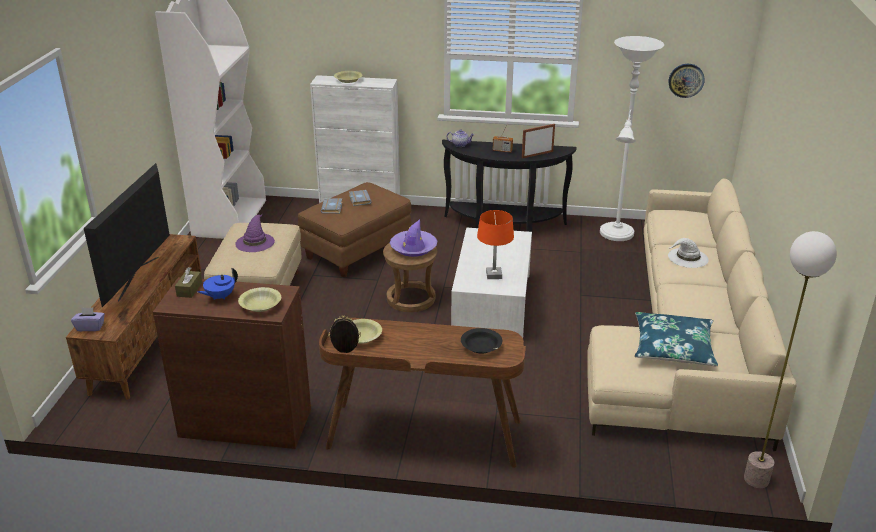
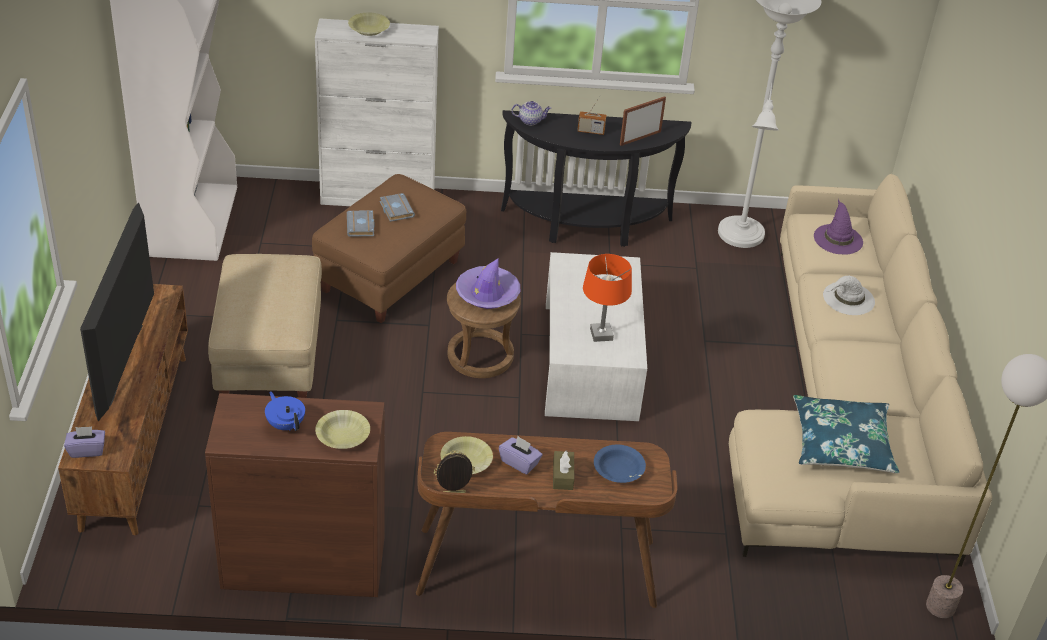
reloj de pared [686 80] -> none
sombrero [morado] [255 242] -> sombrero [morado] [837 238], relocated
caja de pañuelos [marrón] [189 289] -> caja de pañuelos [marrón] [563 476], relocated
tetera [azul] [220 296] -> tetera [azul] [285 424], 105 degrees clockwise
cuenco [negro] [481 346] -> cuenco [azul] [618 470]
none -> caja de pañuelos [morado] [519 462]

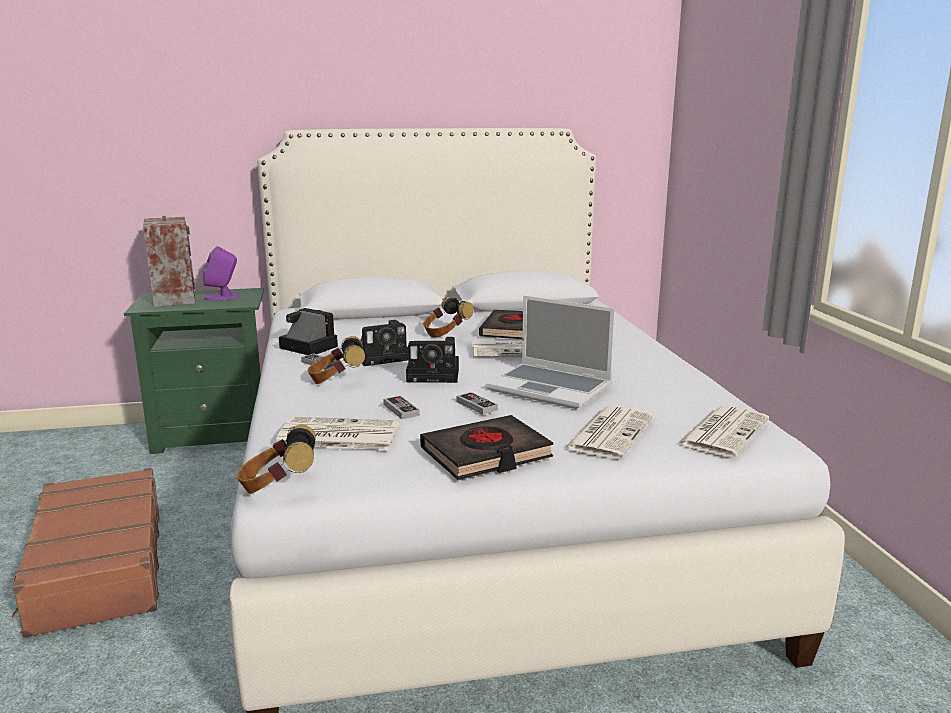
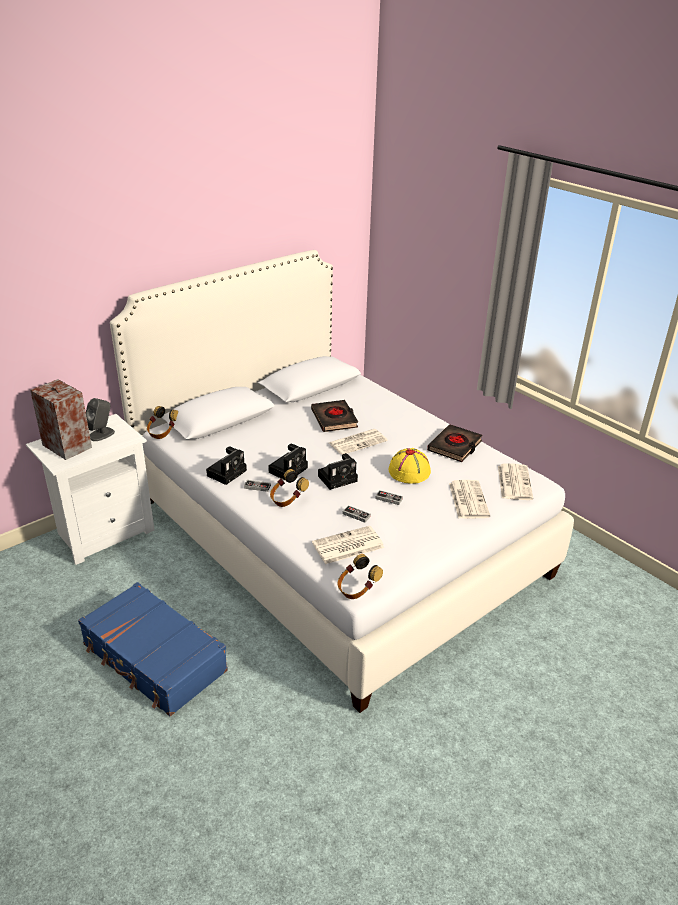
altavoz [morado] [222 297] -> altavoz [gris] [101 434]
mesita de noche [verde] [214 434] -> mesita de noche [blanco] [103 532]
portátil [551 388] -> sombrero [amarillo] [409 471]
auriculares [446 334] -> auriculares [162 433], relocated
cámara [306 347] -> cámara [227 472], 120 degrees clockwise
libro [negro] [486 454] -> libro [negro] [455 446], relocated
maleta [marrón] [97 567] -> maleta [azul] [154 659]

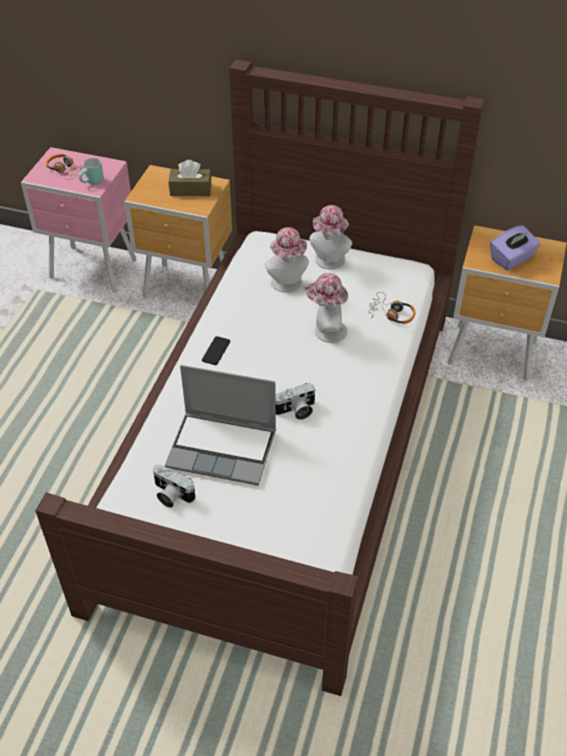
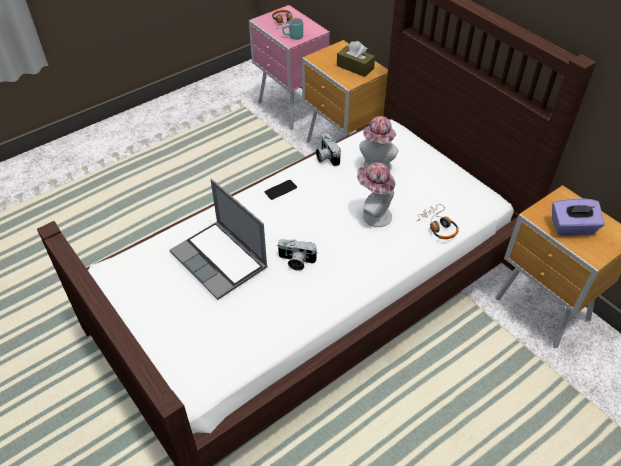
sombrero [329 262] -> none
cámara [171 495] -> cámara [326 157], relocated

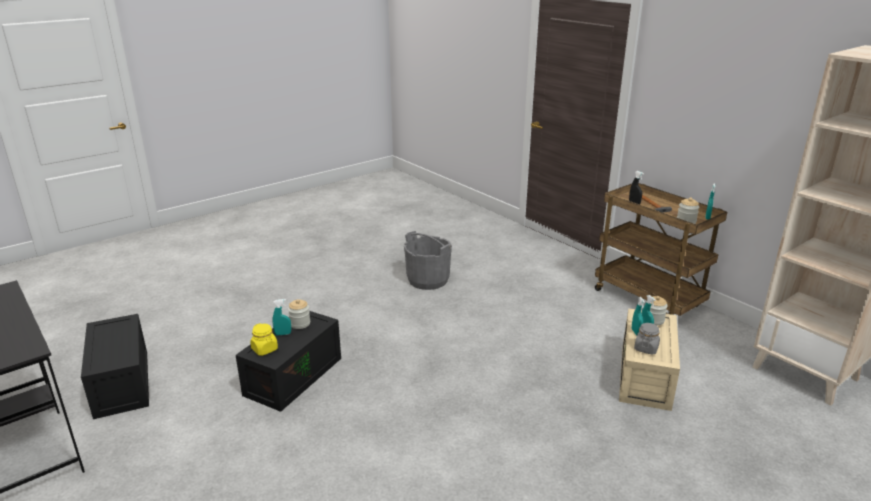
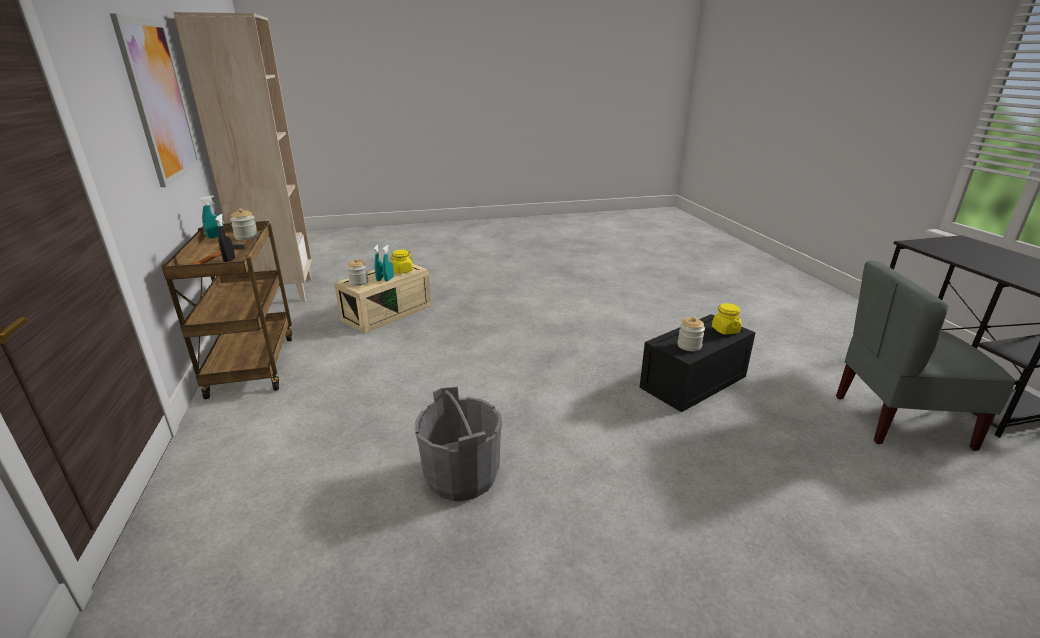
pulverizador [turquesa] [283 334] -> none
caja de almacenaje [negro] [123 383] -> silla [gris] [899 420]
tarro [gris] [646 348] -> tarro [amarillo] [402 271]
none -> cuadro [159 101]

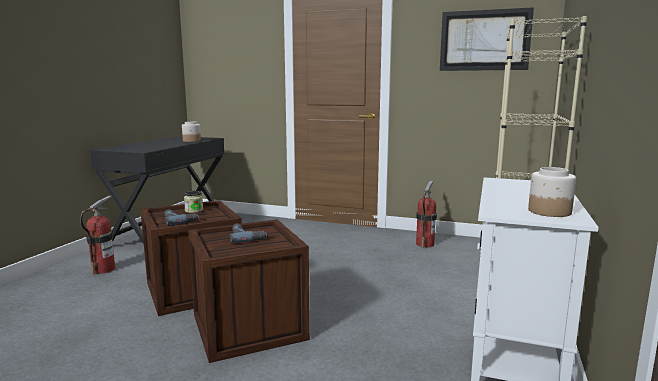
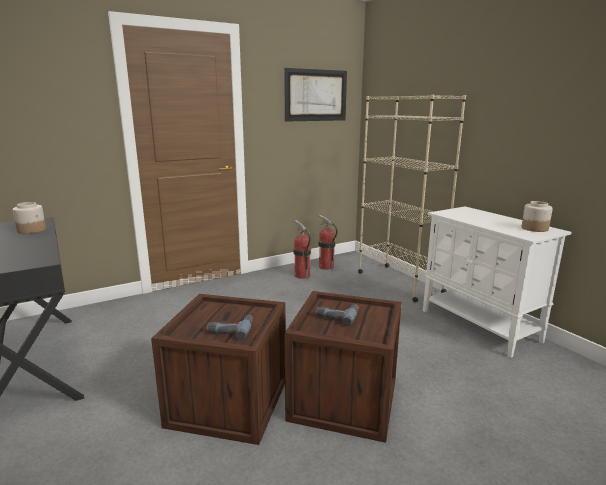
tarro [194 210] -> none
extintor [103 269] -> extintor [326 267], relocated

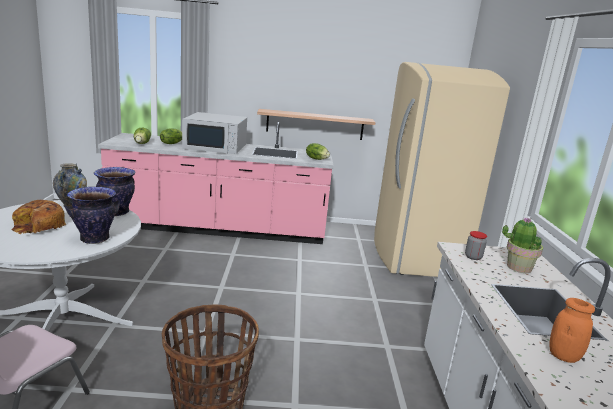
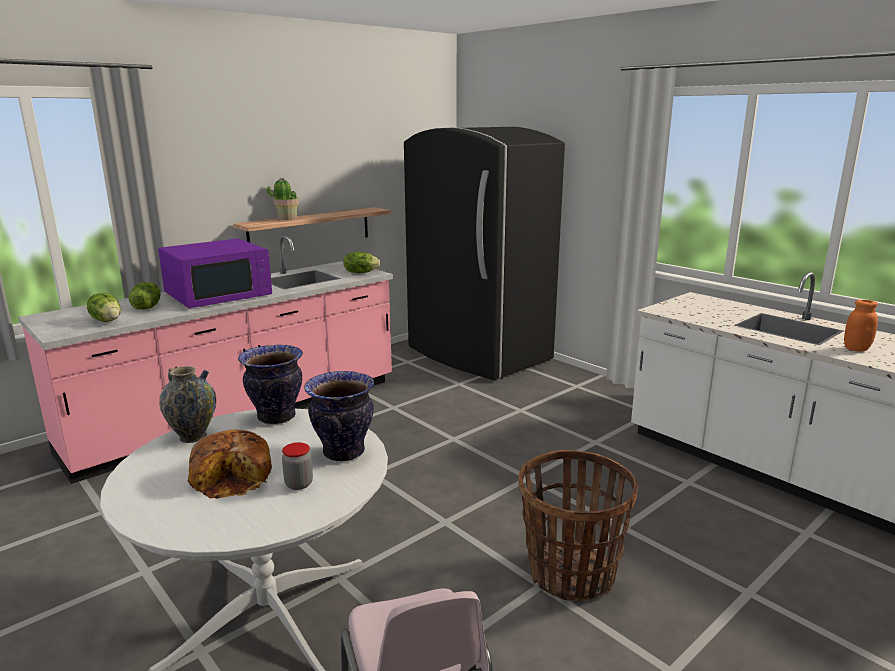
nevera [beis] [414 254] -> nevera [negro] [477 355]
microondas [blanco] [216 147] -> microondas [morado] [219 294]
planta en maceta [518 267] -> planta en maceta [287 218], relocated
tarro [473 257] -> tarro [299 484], relocated

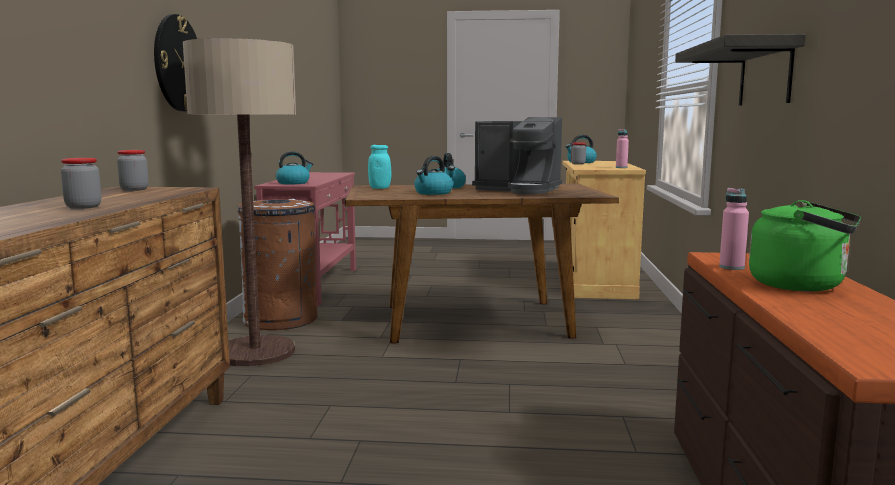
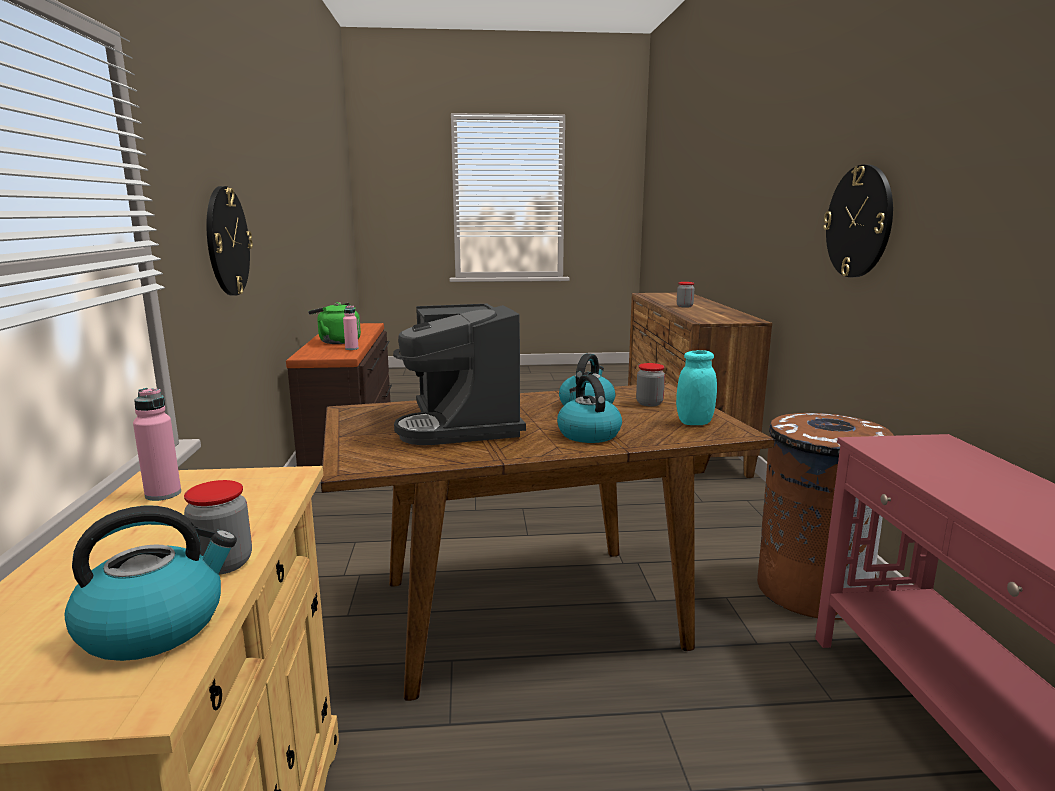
estante [765 74] -> reloj de pared [227 241]
lámpara de pie [255 352] -> none
cafetera [518 190] -> cafetera [462 425], 120 degrees counterclockwise
tarro [134 189] -> tarro [649 403], relocated
hervidor [293 183] -> none

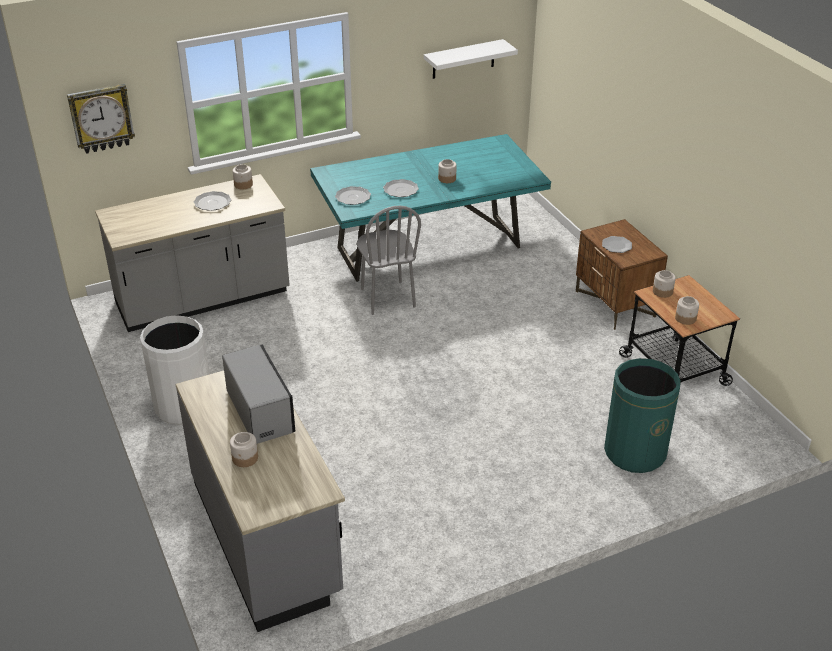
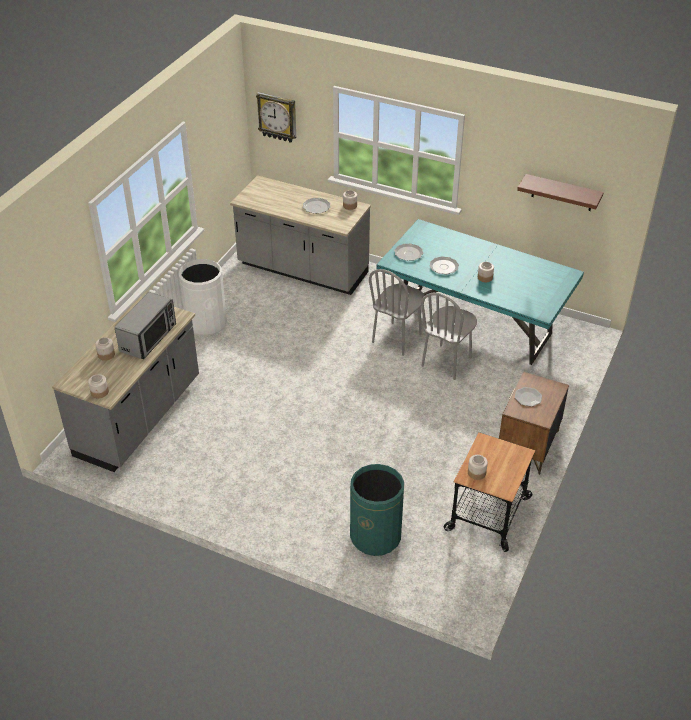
estante [blanco] [463 59] -> estante [marrón] [562 193]
tarro [663 291] -> tarro [100 392], relocated
none -> silla [gris] [447 362]

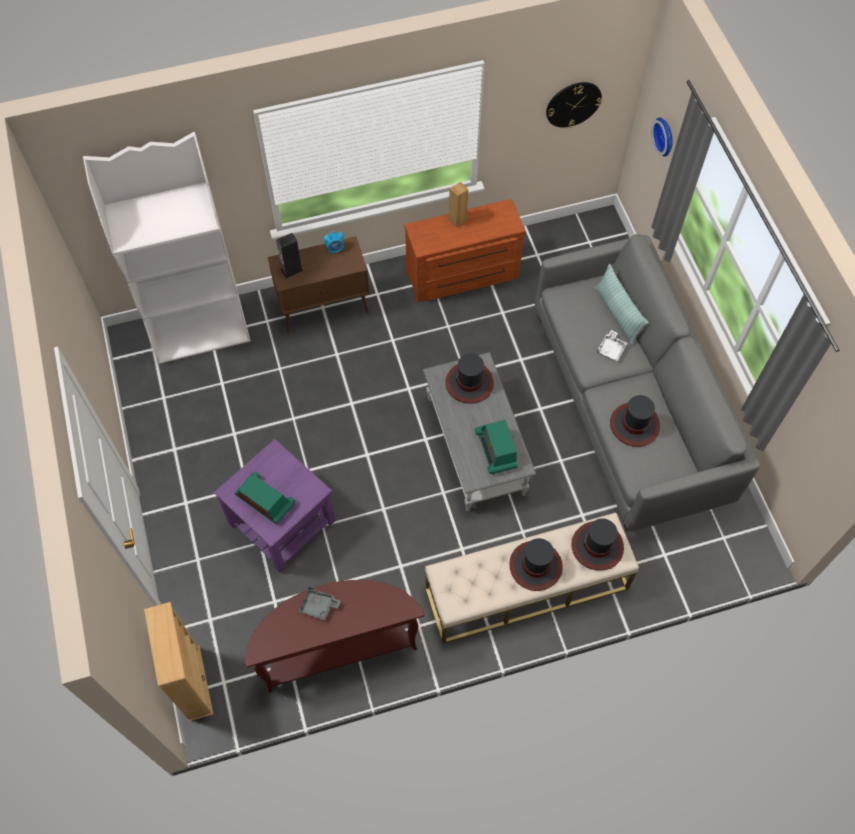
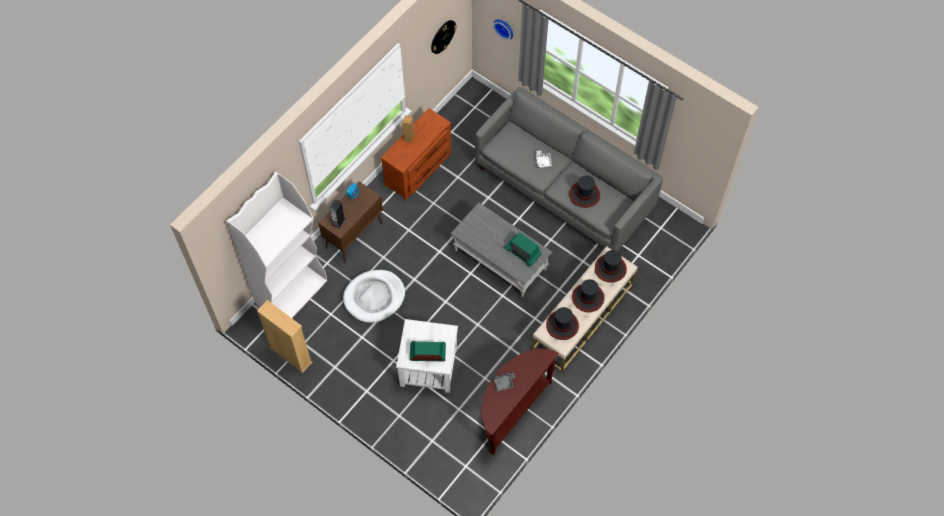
cojín [617 314] -> none
sombrero [469 383] -> sombrero [562 325], relocated
mesa auxiliar [morado] [282 522] -> mesa auxiliar [blanco] [428 366]
estantería [beis] [194 683] -> estantería [beis] [291 355], relocated
none -> cama para perro [blanco] [374 297]

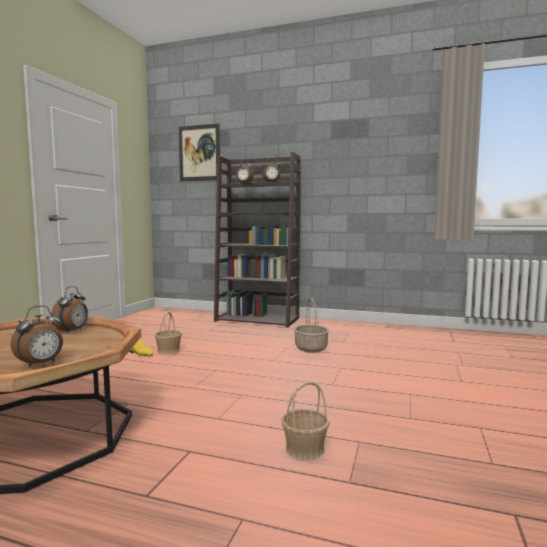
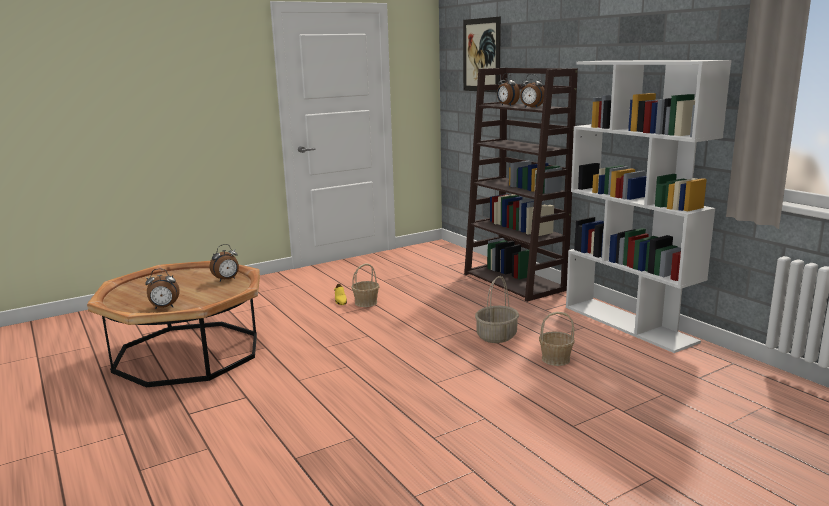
cesta [304 449] -> cesta [555 359], relocated
none -> estantería [blanco] [629 324]

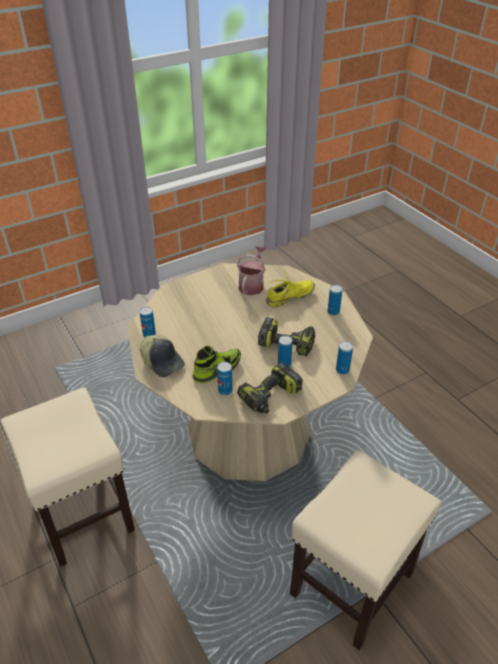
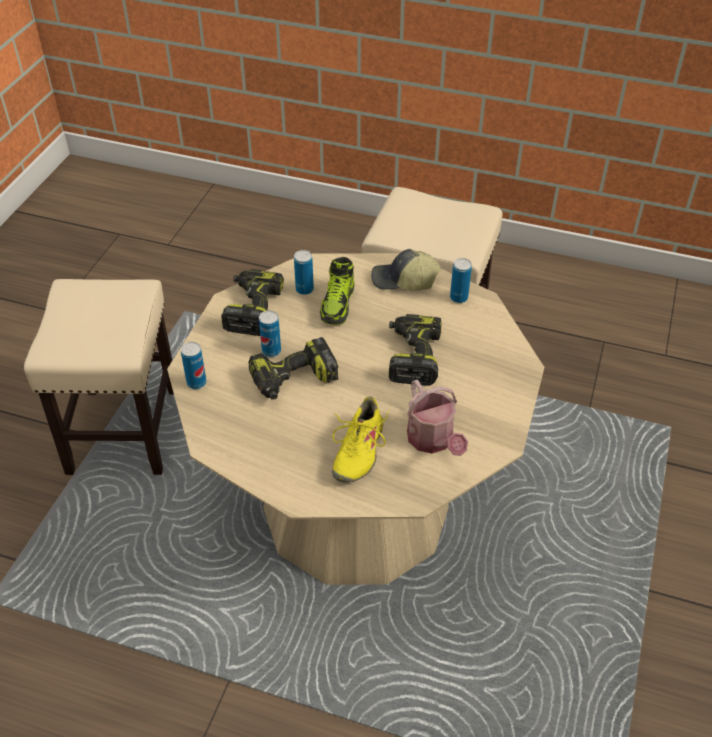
lata [333 312] -> none
none -> taladro [412 356]

